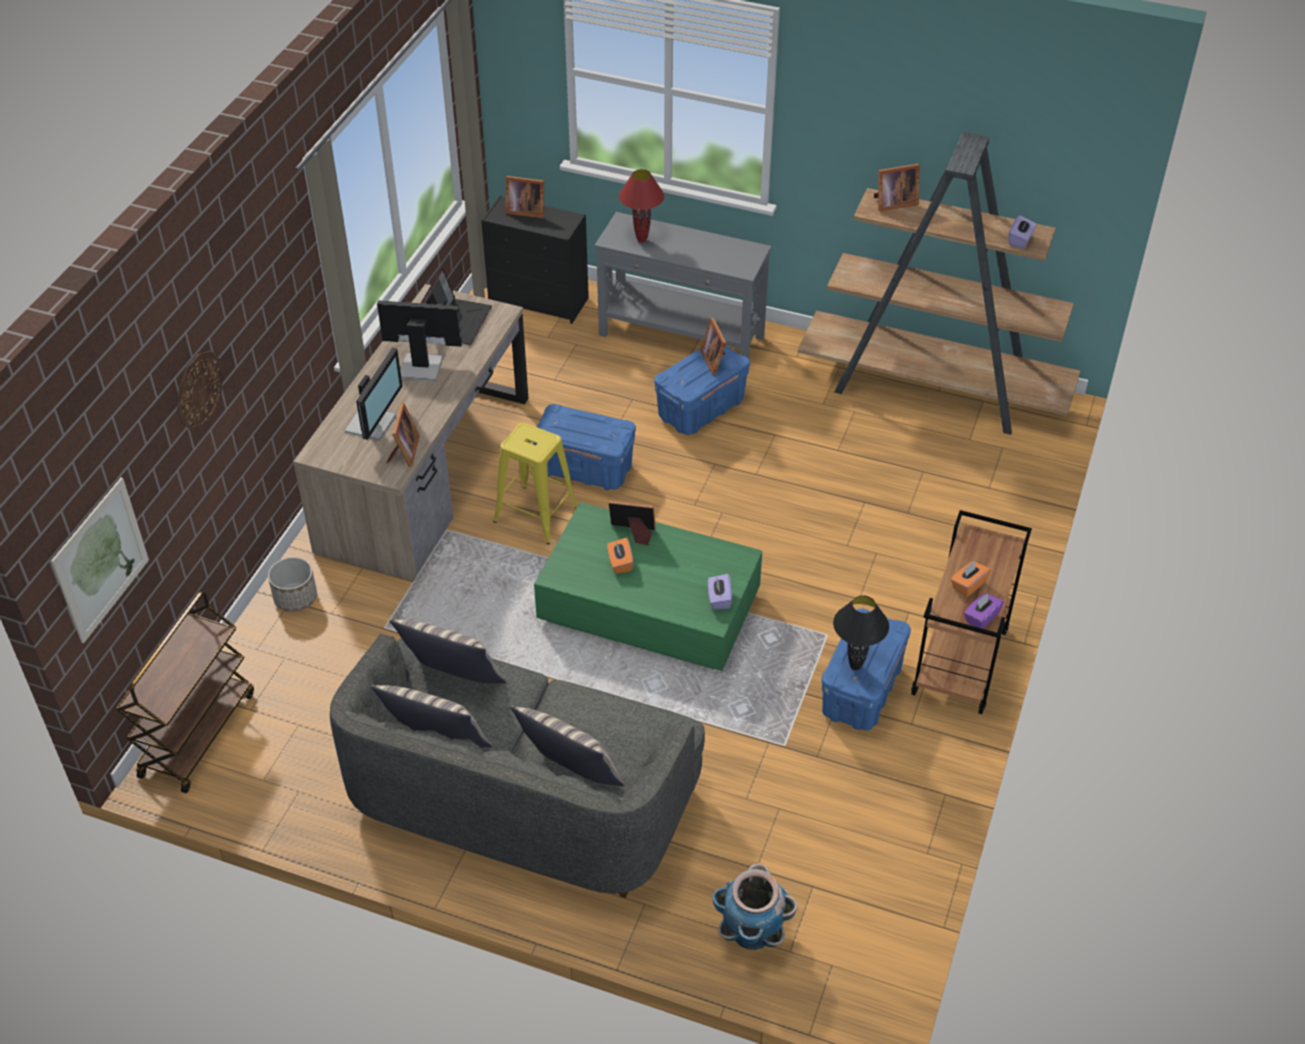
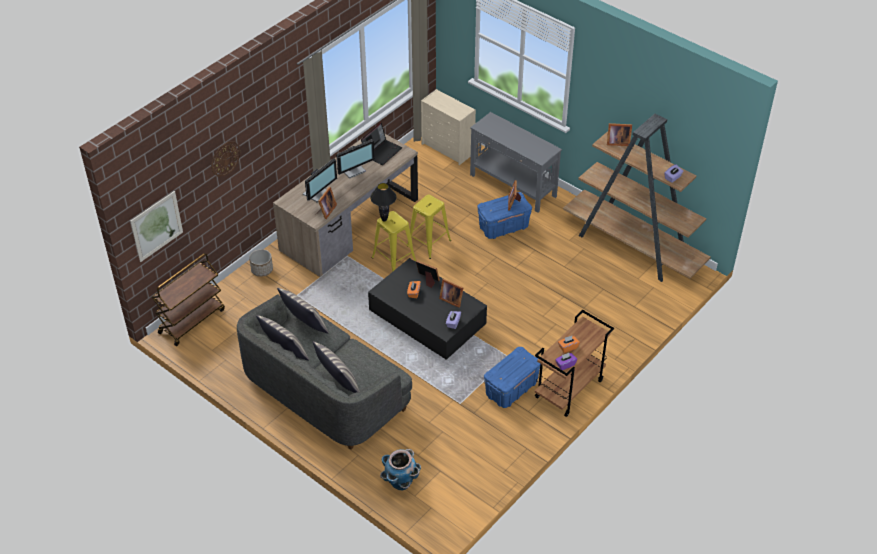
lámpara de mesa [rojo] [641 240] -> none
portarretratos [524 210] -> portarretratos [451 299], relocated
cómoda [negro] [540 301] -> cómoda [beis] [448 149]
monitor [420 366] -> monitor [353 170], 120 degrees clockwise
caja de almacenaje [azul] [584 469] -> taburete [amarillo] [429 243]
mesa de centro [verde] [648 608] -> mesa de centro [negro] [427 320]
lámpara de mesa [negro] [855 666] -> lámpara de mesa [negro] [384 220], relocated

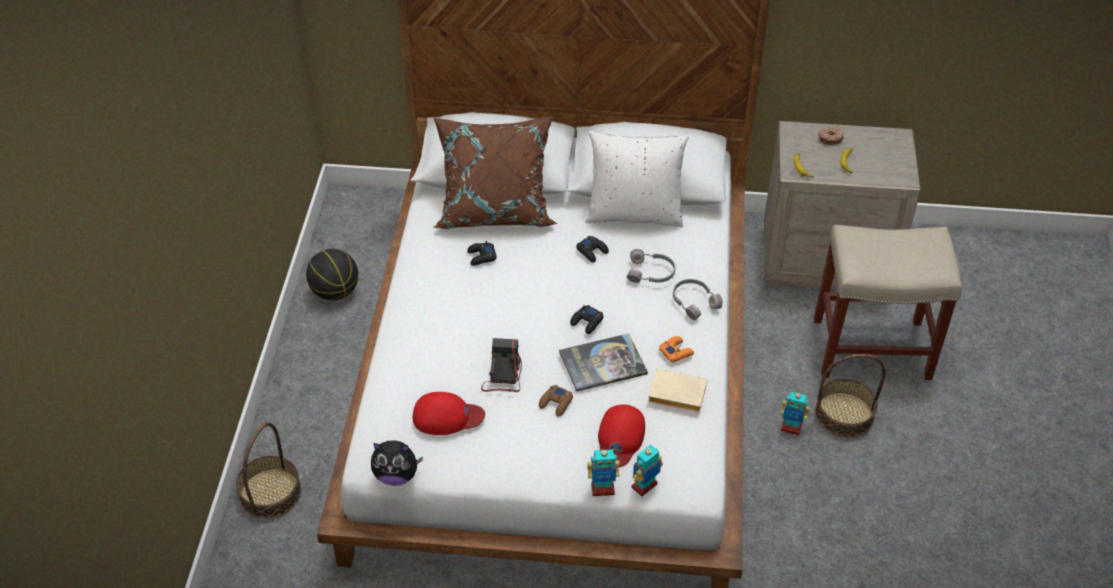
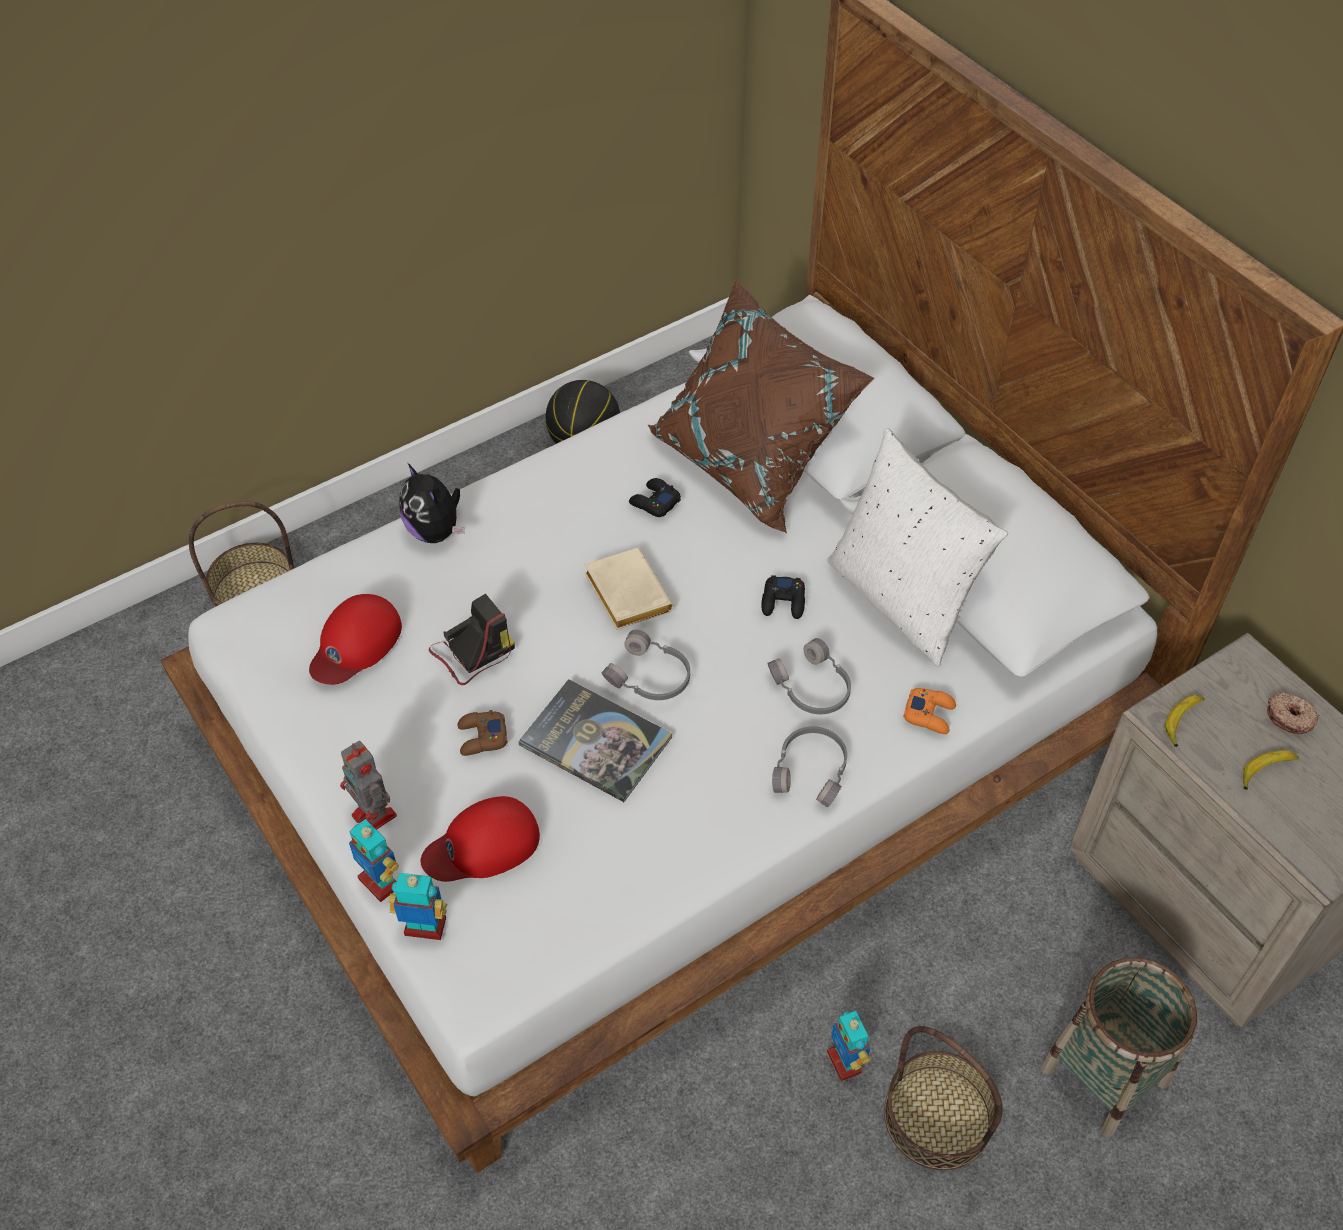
taburete [beis] [873 348] -> cesta [1104 1075]
mando de consola [negro] [587 322] -> auriculares [gris] [650 677]
mando de consola [naranja] [676 352] -> mando de consola [naranja] [929 714], relocated
libro [beis] [675 395] -> libro [beis] [624 593], relocated
gorra [rojo] [447 417] -> gorra [rojo] [355 643], 75 degrees clockwise
peluche [396 475] -> peluche [435 531], relocated
none -> robot de juguete [375 817]

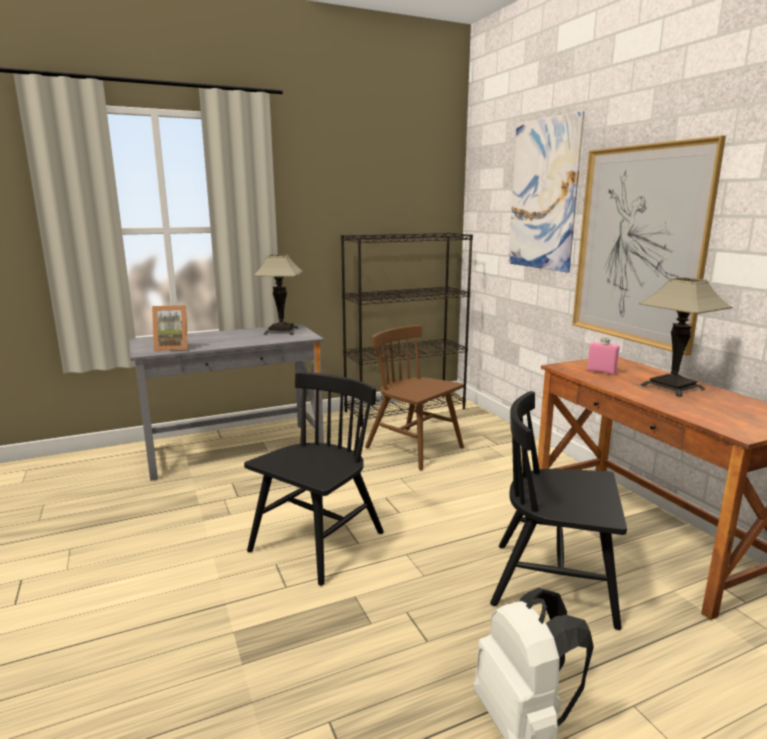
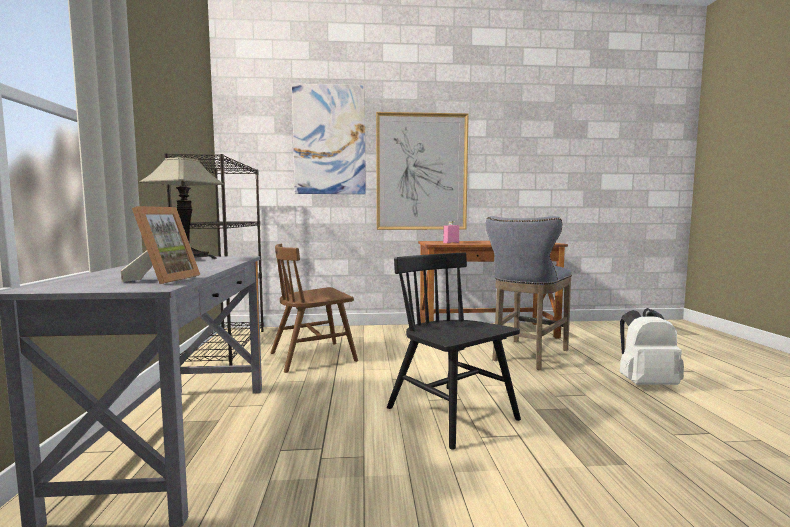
lámpara de mesa [672 387] -> none
silla [negro] [554 583] -> taburete [gris] [527 356]

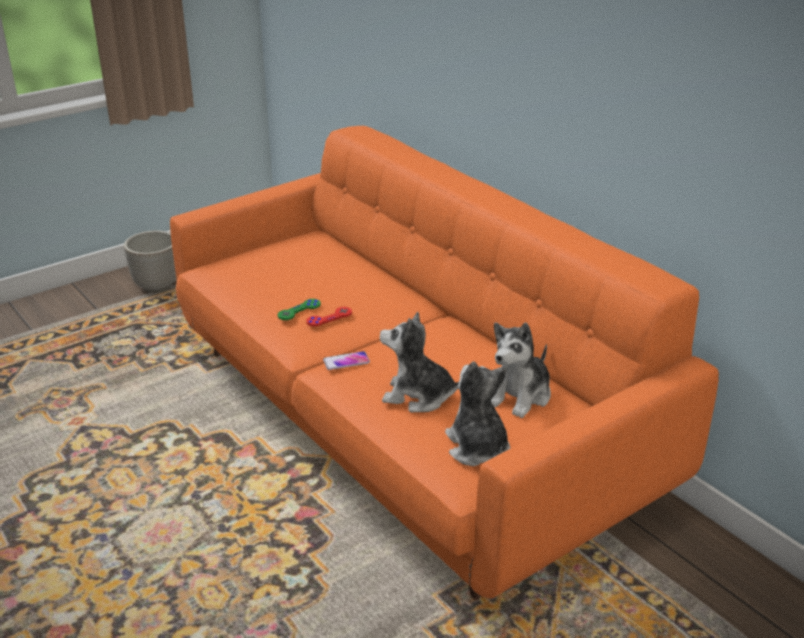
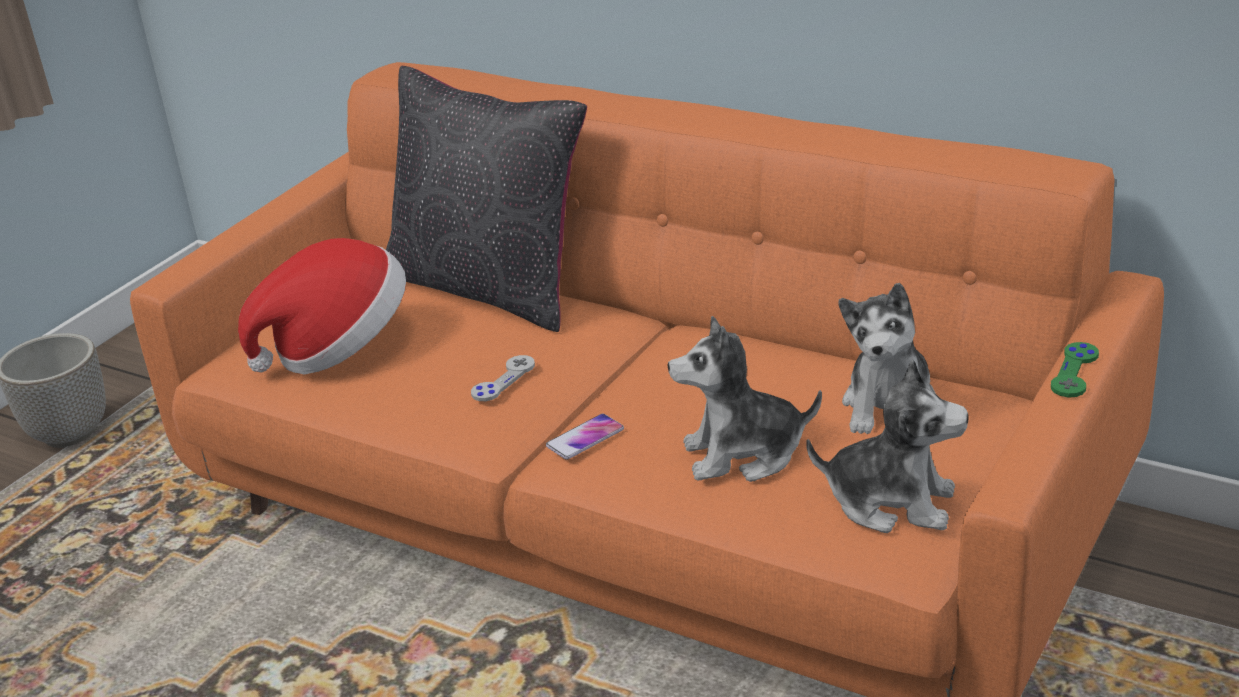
mando de consola [verde] [299 310] -> mando de consola [verde] [1074 372], relocated
mando de consola [rojo] [329 318] -> mando de consola [gris] [503 380]
peluche [477 448] -> peluche [891 502], 150 degrees clockwise
none -> cojín [negro] [490 287]
none -> sombrero [338 348]

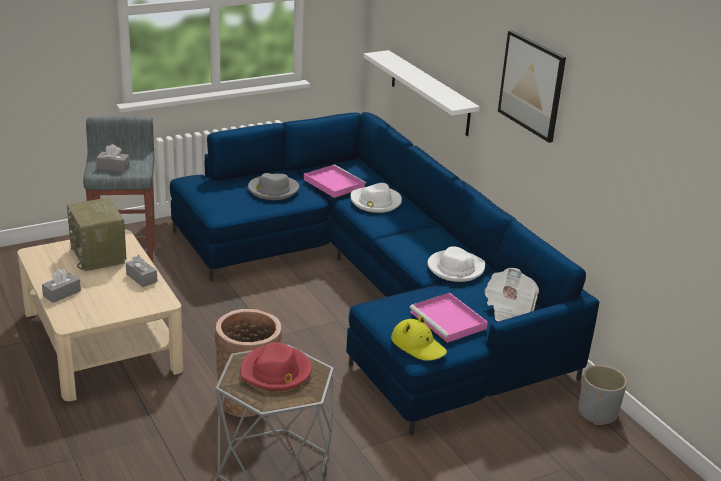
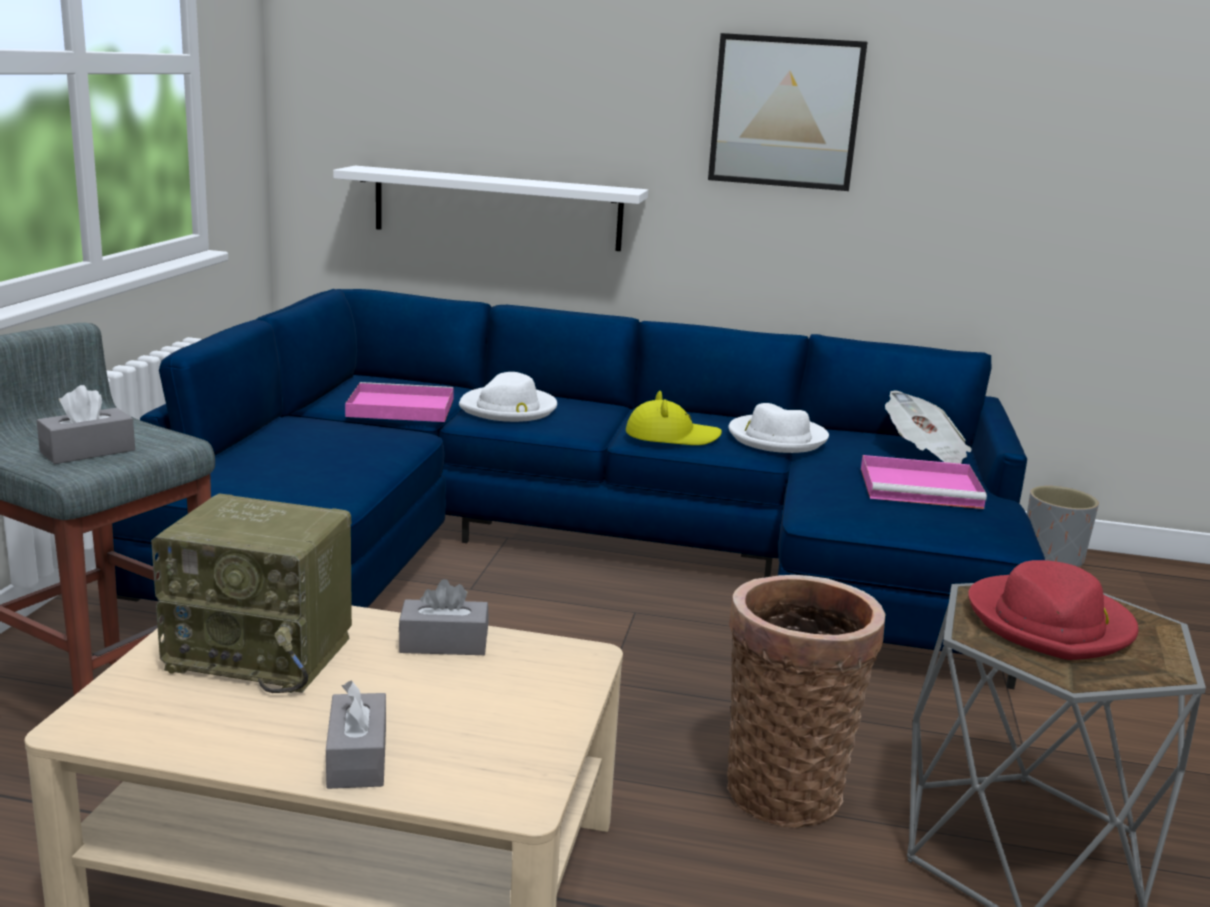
sombrero [gris] [273 190] -> none
sombrero [amarillo] [418 346] -> sombrero [amarillo] [671 436], relocated

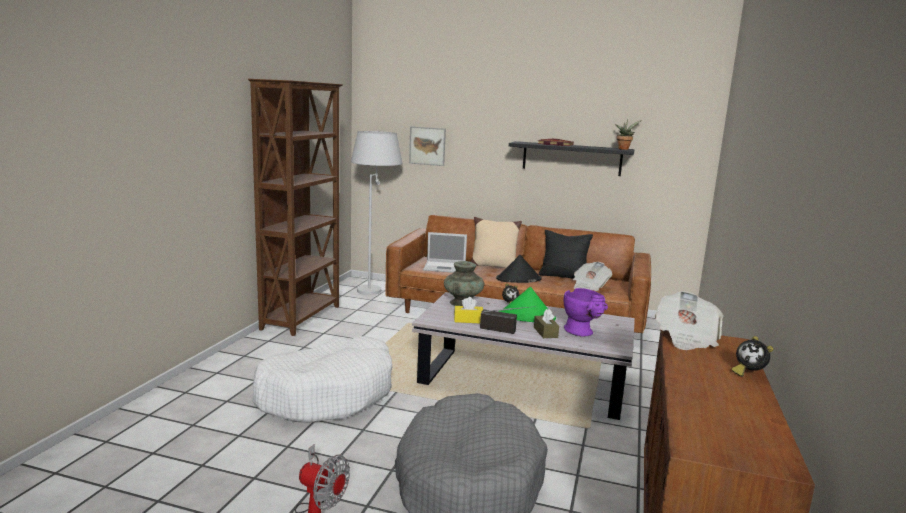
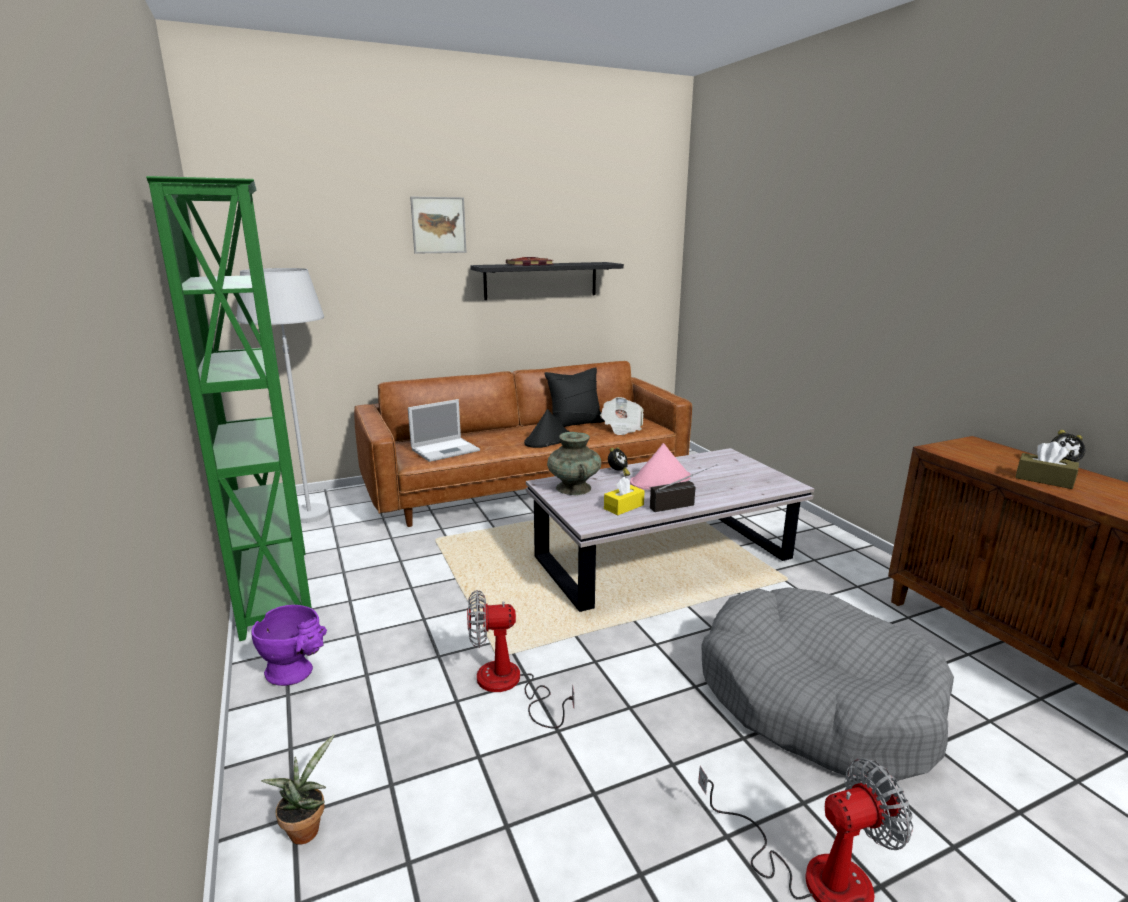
estantería [marrón] [302 317] -> estantería [verde] [278 591]
planta en maceta [624 149] -> planta en maceta [306 828], relocated
cuadro [427 146] -> cuadro [438 225], relocated
cojín [beis] [493 266] -> none
sombrero [verde] [527 317] -> sombrero [rosa] [660 481]
florero [morado] [582 333] -> florero [morado] [297 674], relocated
periódico [686 338] -> none
caja de pañuelos [marrón] [545 332] -> caja de pañuelos [marrón] [1044 480], relocated
cama para perro [blanco] [327 394] -> ventilador [509 685]

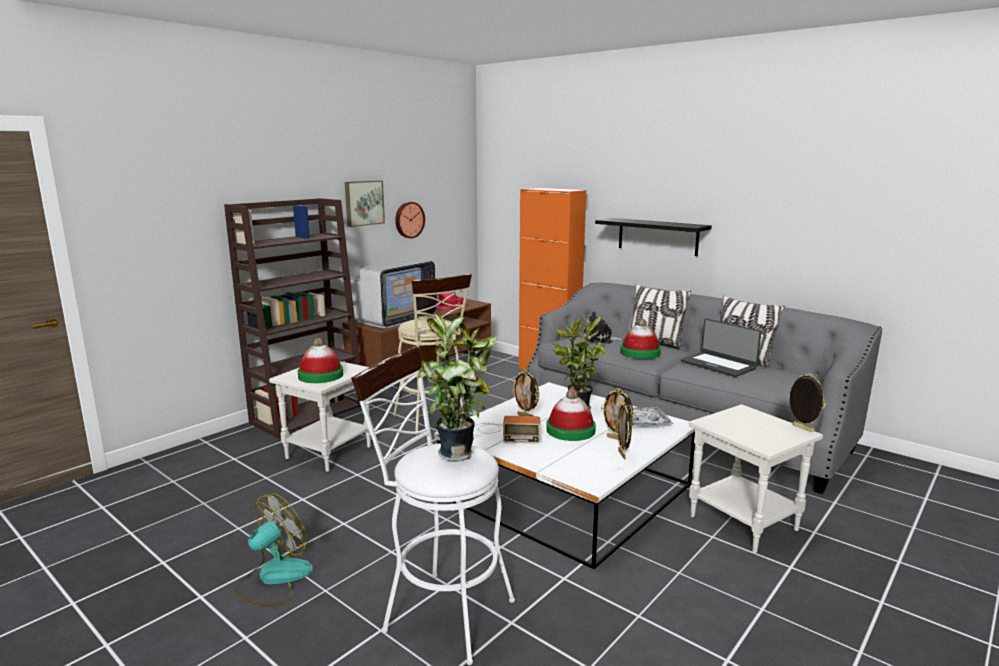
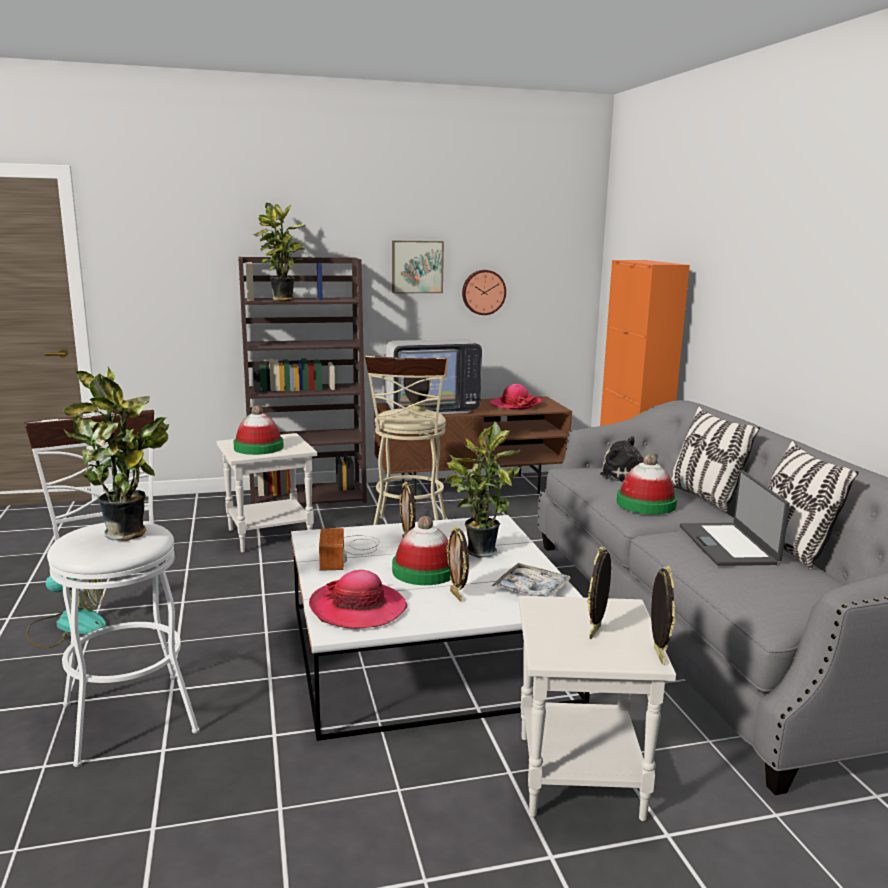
estante [negro] [657 236] -> none
portarretratos [622 455] -> portarretratos [596 632], relocated
radio [503 433] -> radio [349 552], 45 degrees clockwise
none -> planta en maceta [282 300]
none -> sombrero [358 608]

